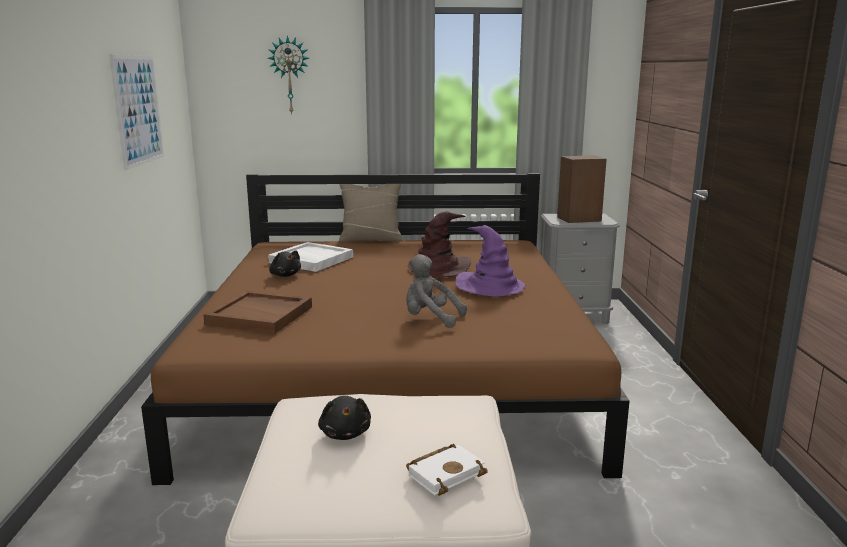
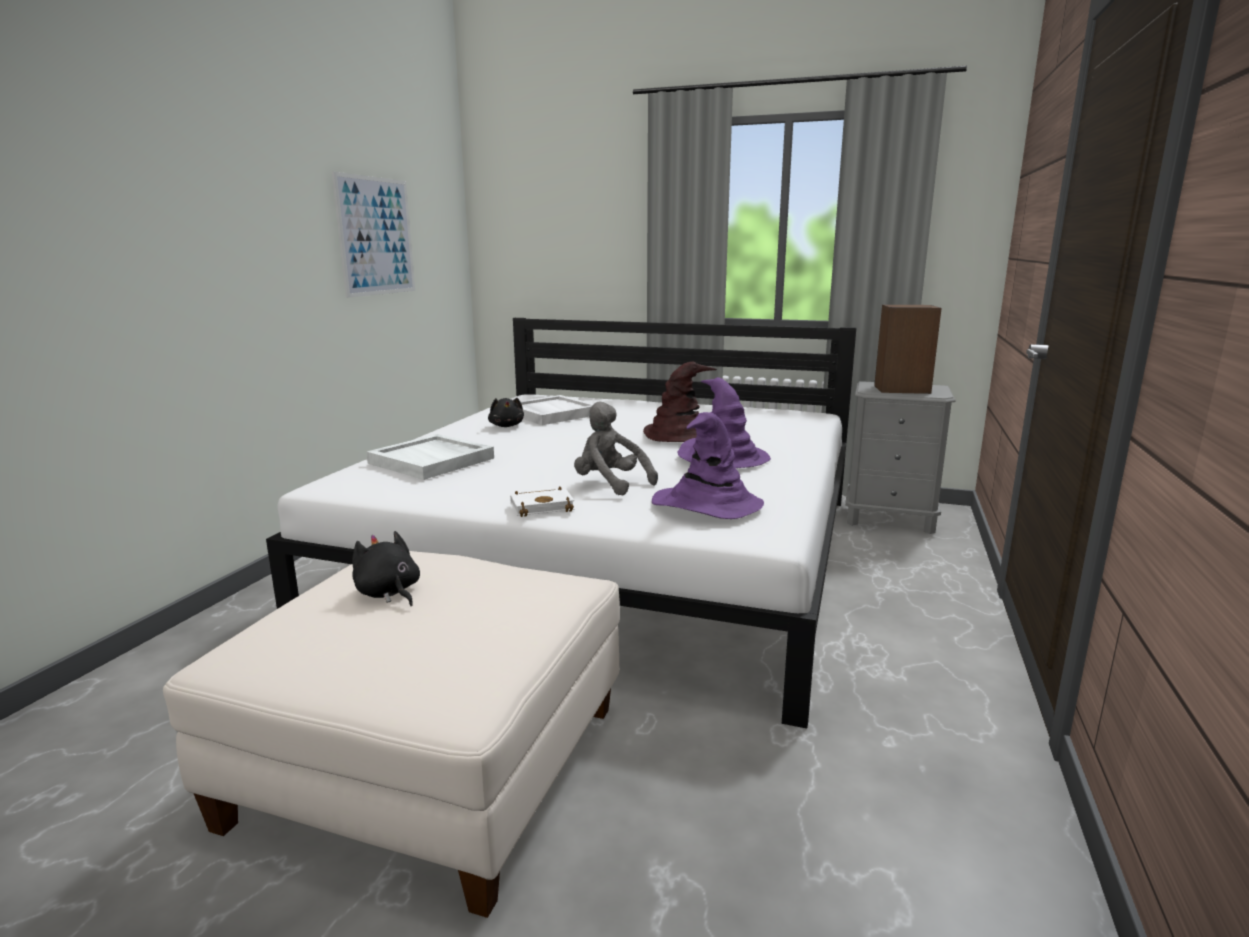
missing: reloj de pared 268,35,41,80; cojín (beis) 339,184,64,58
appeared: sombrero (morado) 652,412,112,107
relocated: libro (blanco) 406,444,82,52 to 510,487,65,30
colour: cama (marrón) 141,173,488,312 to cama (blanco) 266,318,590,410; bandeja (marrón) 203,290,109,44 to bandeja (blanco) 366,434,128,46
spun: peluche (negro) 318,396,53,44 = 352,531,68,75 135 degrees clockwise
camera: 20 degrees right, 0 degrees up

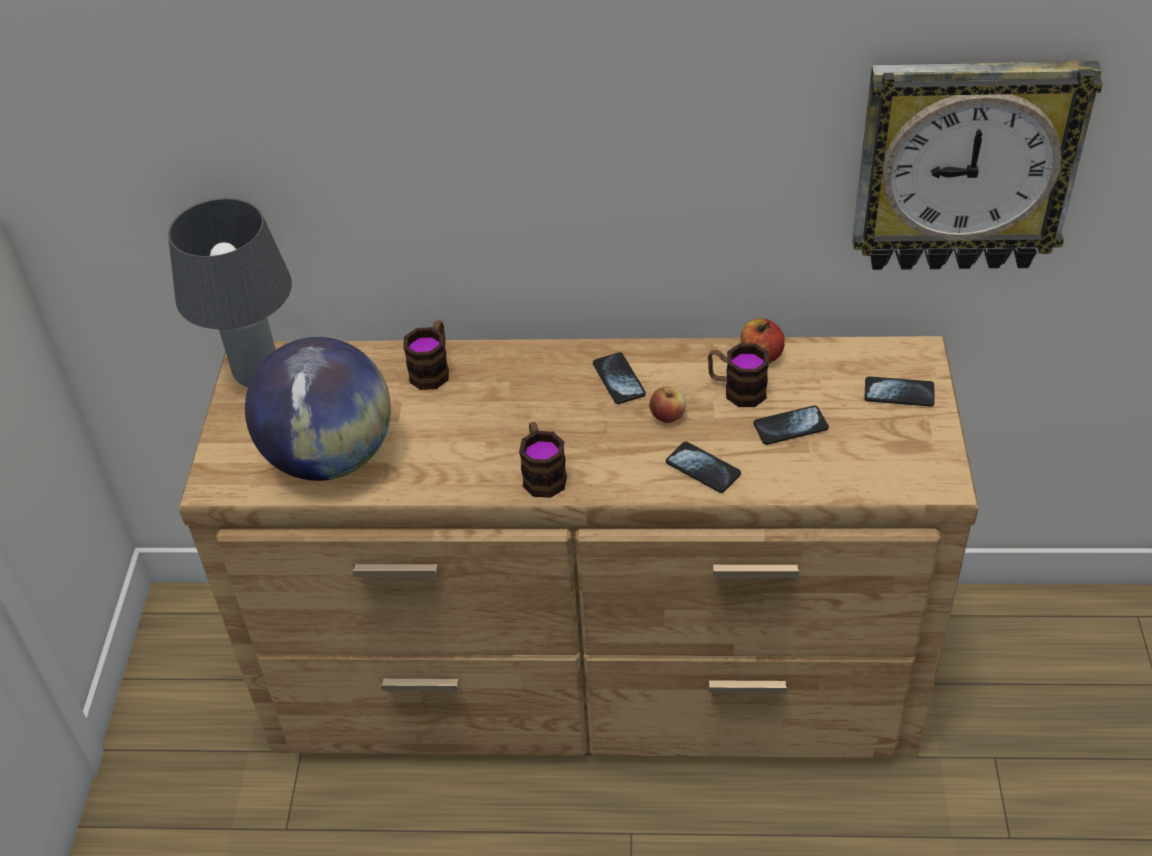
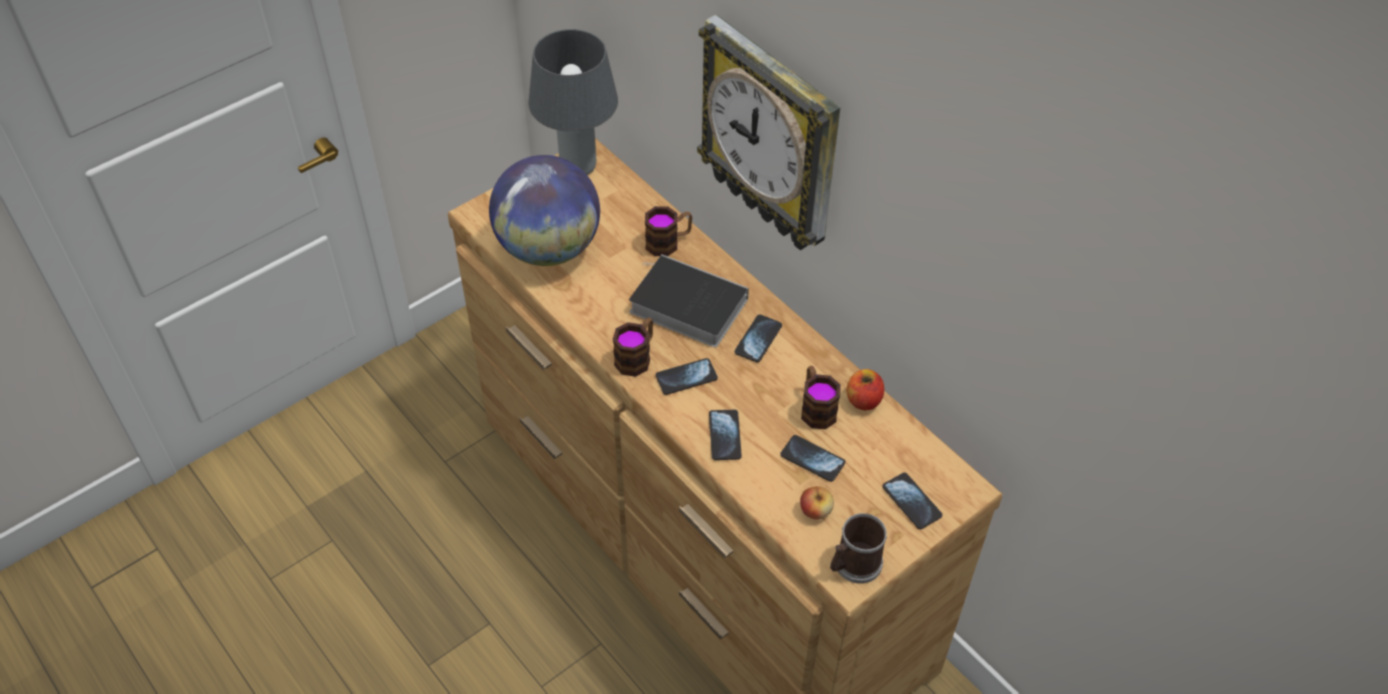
appeared: libro 629,254,120,93; móvil 656,358,62,37; taza grande 830,513,57,71
relocated: reloj de pared 852,60,251,210 to 697,15,144,235; manzana 649,387,37,36 to 800,486,34,34
camera: 45 degrees right, 5 degrees up

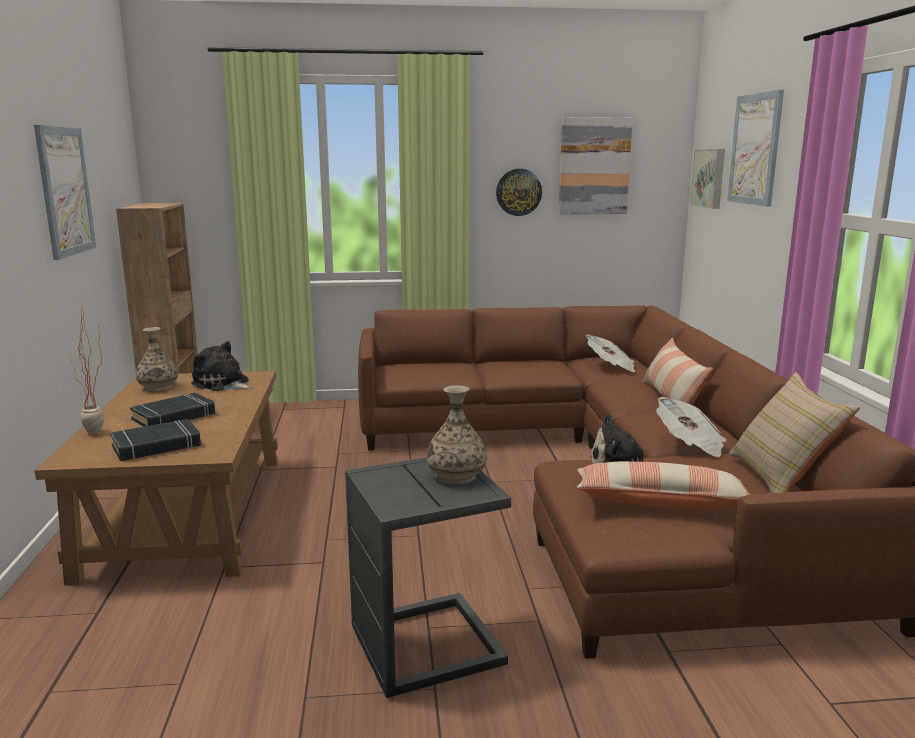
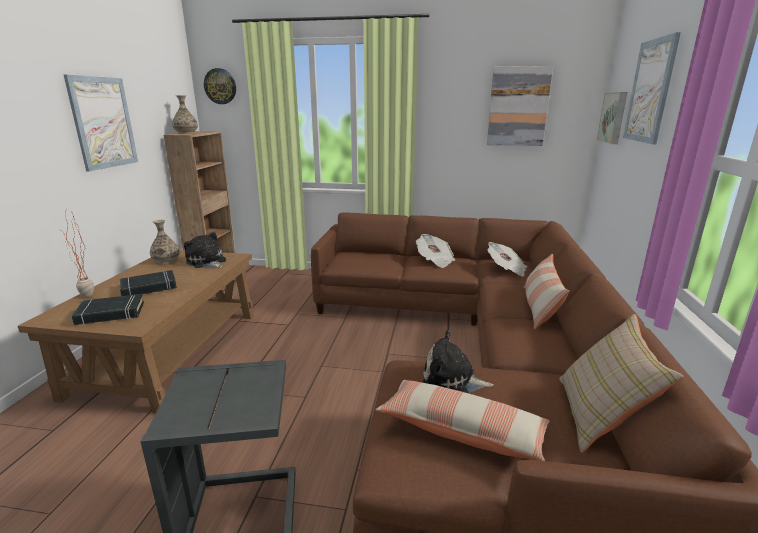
relocated: florero 426,386,61,98 to 172,95,26,39; reloj de pared 496,169,46,47 to 204,68,32,36; periódico 656,397,70,60 to 416,234,39,34
camera: 15 degrees right, 5 degrees up

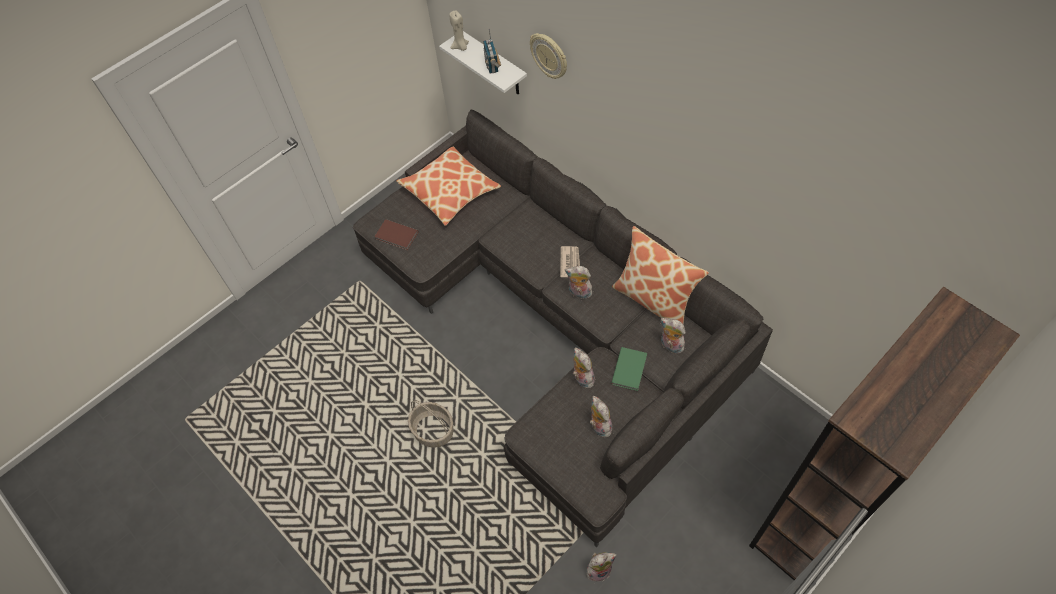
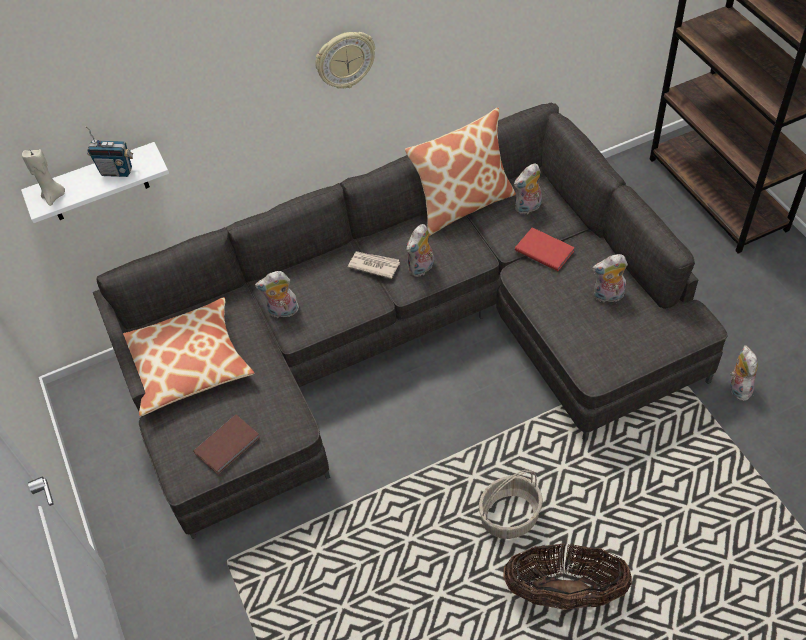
appeared: cesta 503,543,129,67
relocated: peluche 573,348,22,40 to 255,271,44,48; reloj de pared 530,33,37,46 to 316,32,59,57
colour: libro (verde) 611,347,36,44 to libro (rojo) 515,227,60,44
camera: 70 degrees left, 5 degrees down

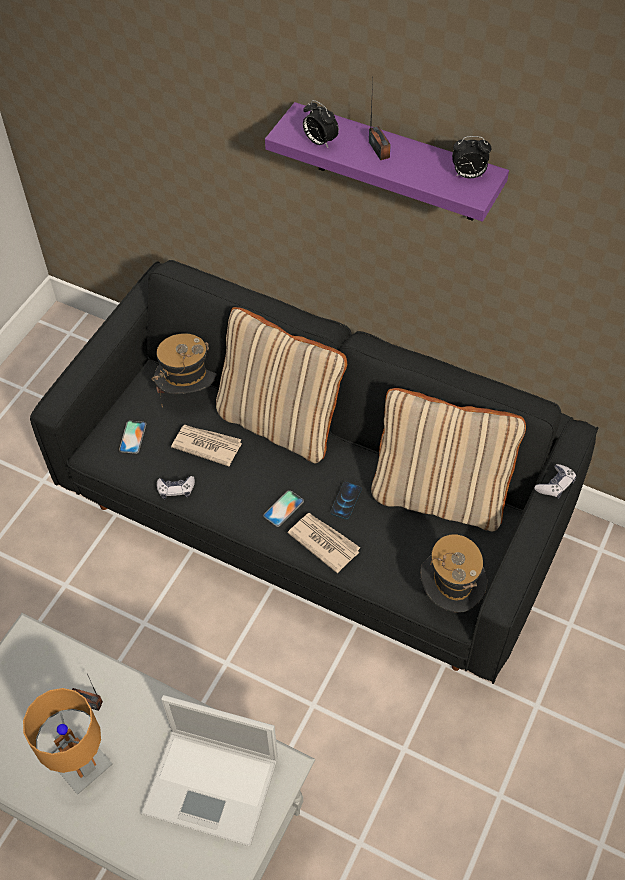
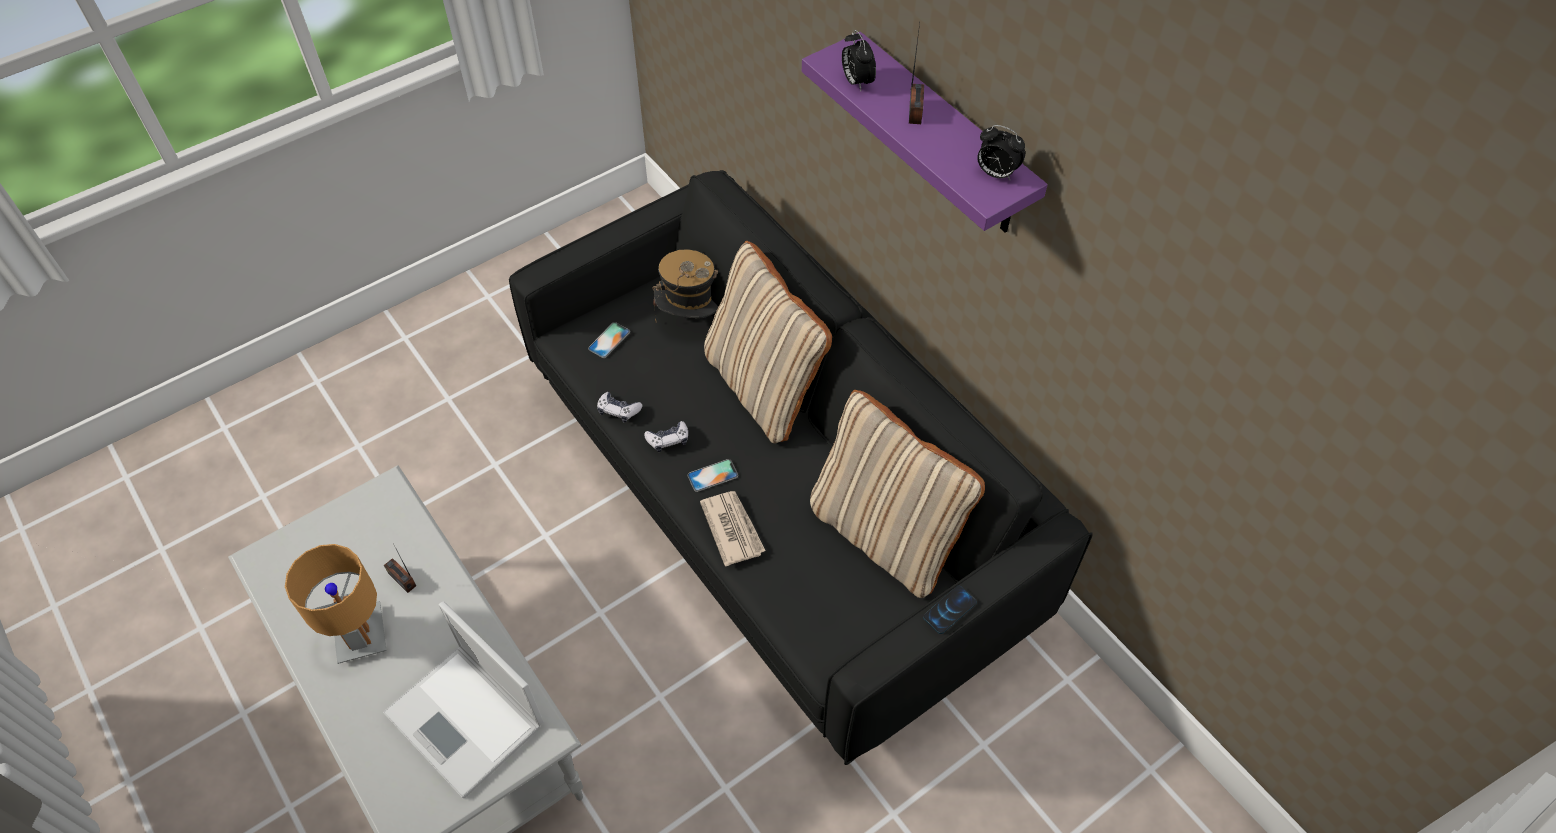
missing: periódico 171,425,71,41; sombrero 420,535,68,78
relocated: mando de consola 534,464,42,34 to 644,421,44,31; móvil 331,482,31,37 to 923,586,54,48
camera: 25 degrees right, 0 degrees up

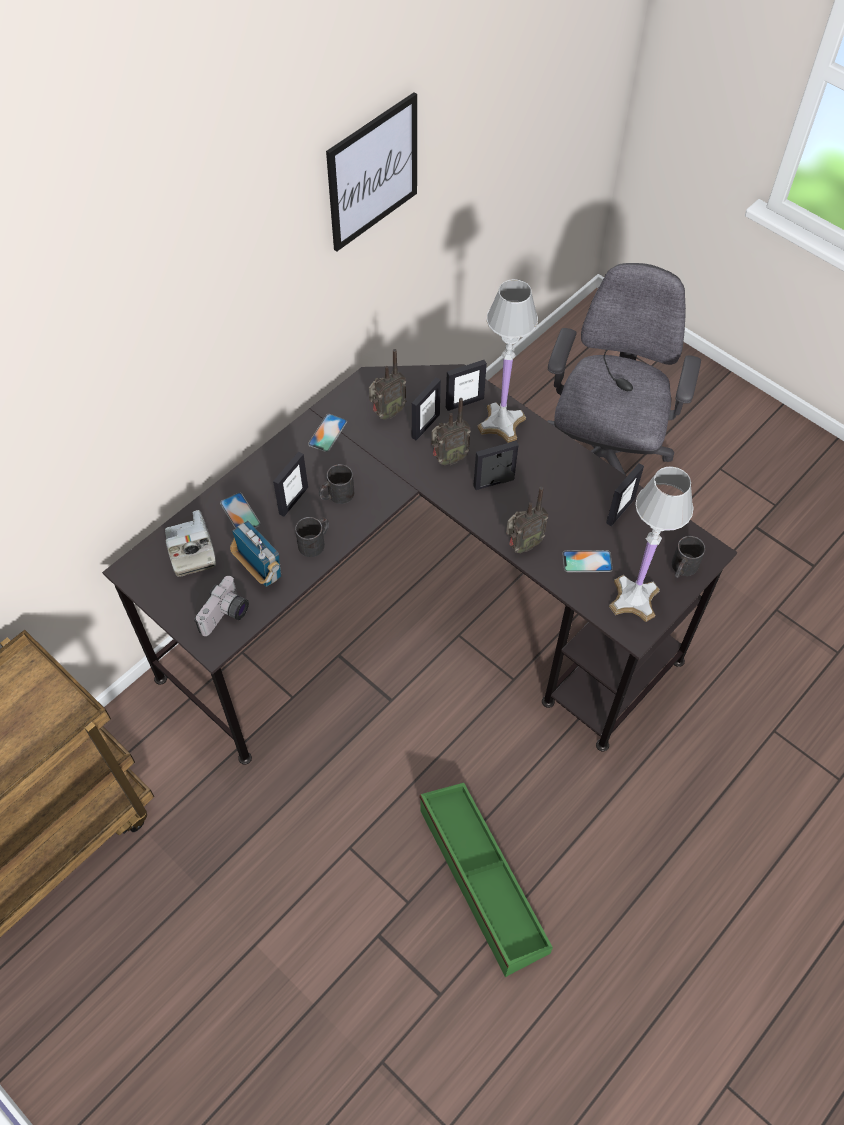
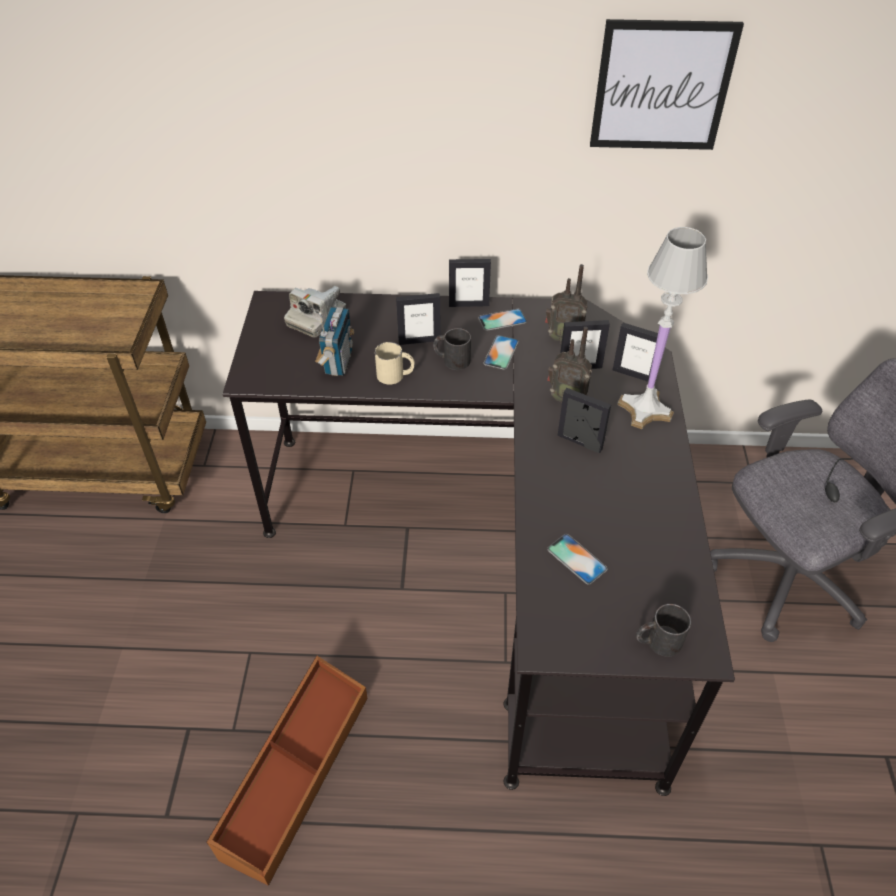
missing: cámara 194,576,55,60; radio 506,487,42,66; lámpara de mesa (blanco) 609,466,85,156
relocated: portarretratos 606,463,38,63 to 449,259,42,48; móvil 220,493,41,36 to 483,335,36,35
colour: caja de almacenaje (verde) 420,783,133,194 to caja de almacenaje (marrón) 207,656,160,230; taza grande (negro) 295,517,34,40 to taza grande (beis) 375,342,40,42
camera: 50 degrees right, 10 degrees down

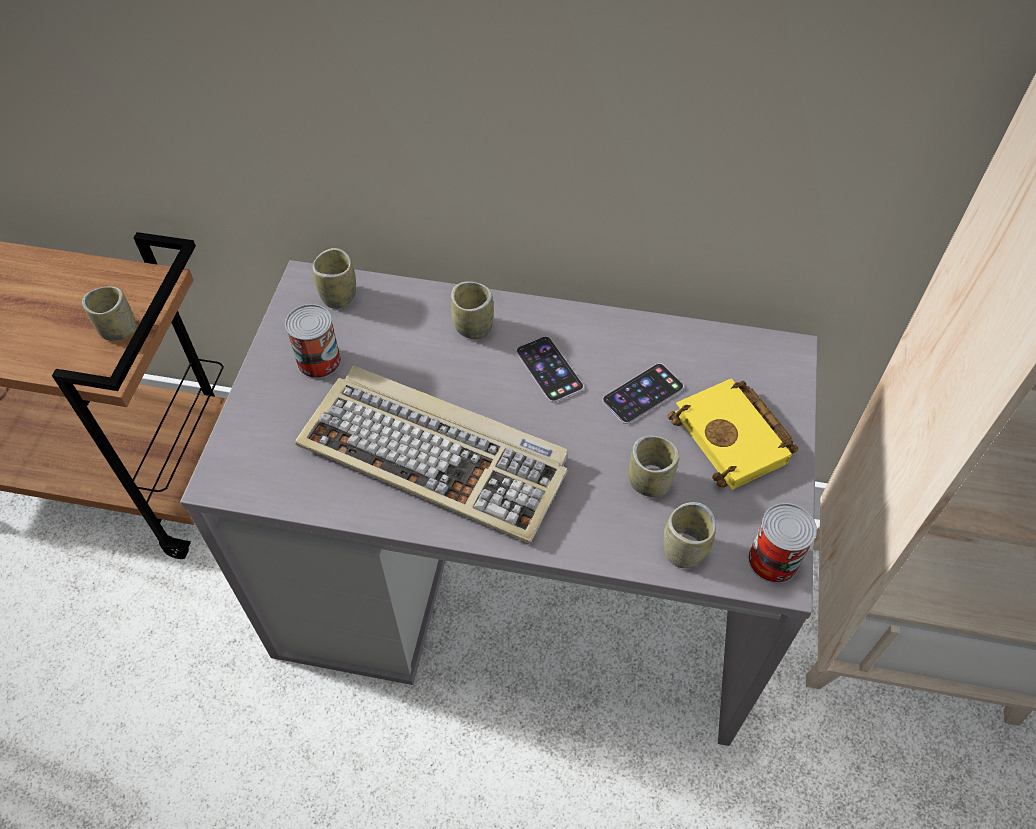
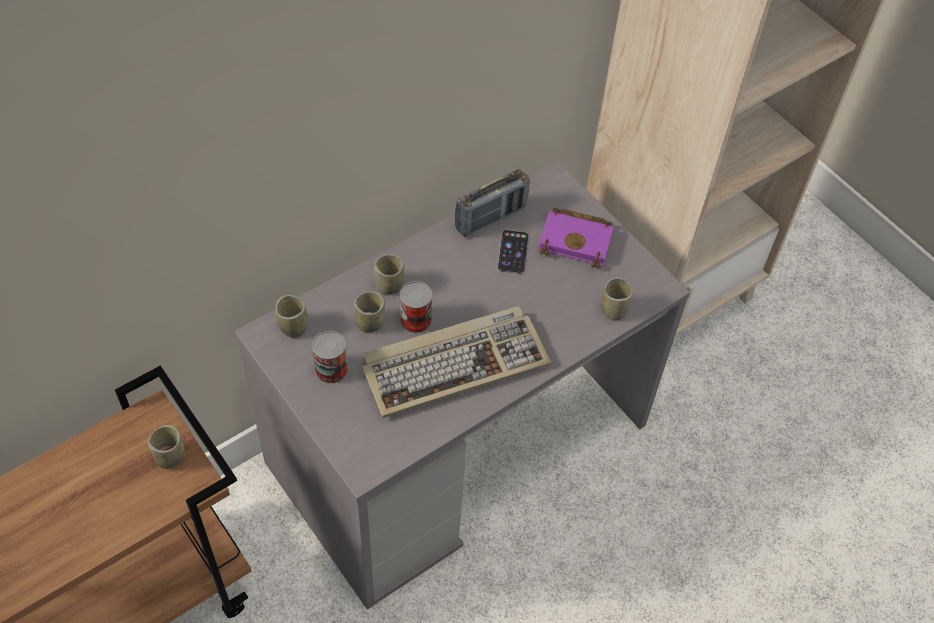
missing: móvil 516,336,68,67
appeared: radio 455,169,75,68
relocated: taza 629,436,50,61 to 354,292,31,40; lata 748,503,69,81 to 400,281,33,52
colour: libro (amarillo) 668,379,130,111 to libro (morado) 538,208,76,60
camera: 50 degrees left, 0 degrees up

